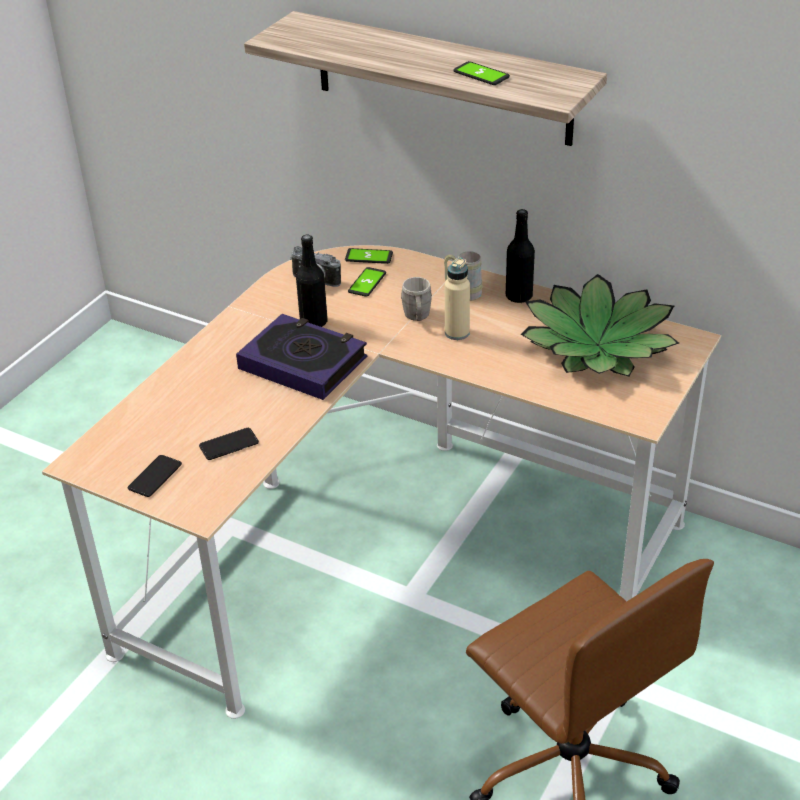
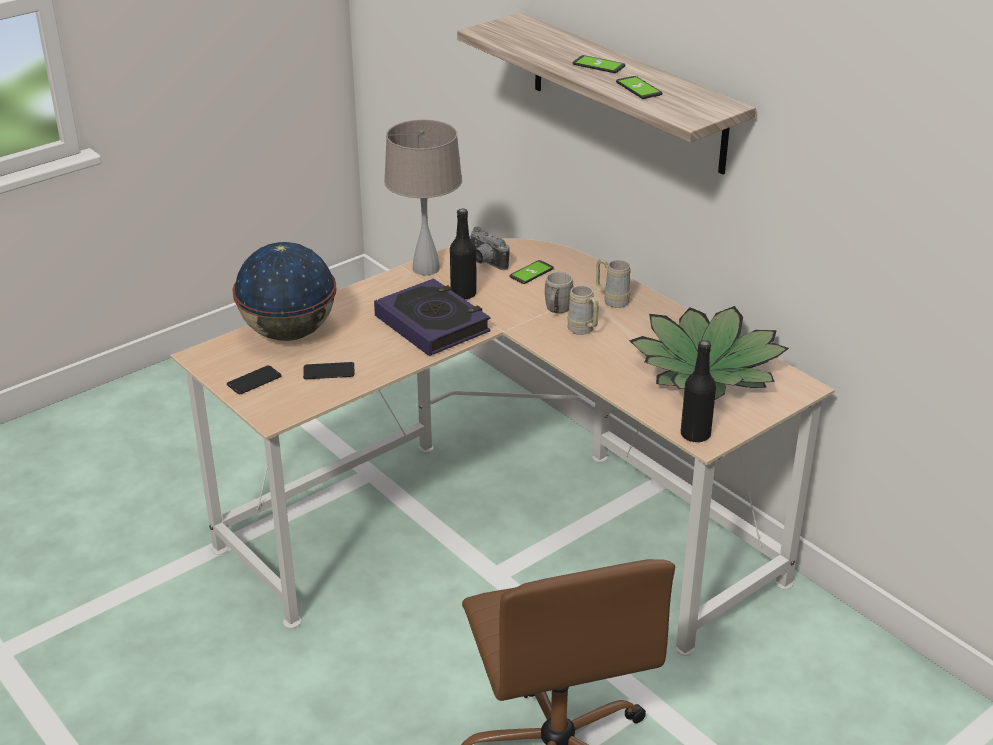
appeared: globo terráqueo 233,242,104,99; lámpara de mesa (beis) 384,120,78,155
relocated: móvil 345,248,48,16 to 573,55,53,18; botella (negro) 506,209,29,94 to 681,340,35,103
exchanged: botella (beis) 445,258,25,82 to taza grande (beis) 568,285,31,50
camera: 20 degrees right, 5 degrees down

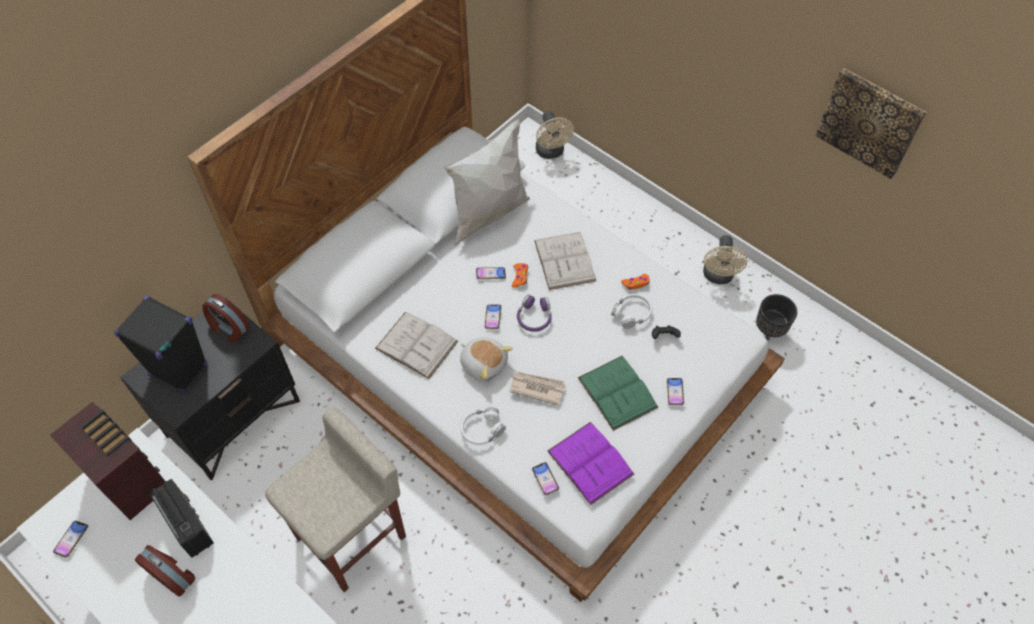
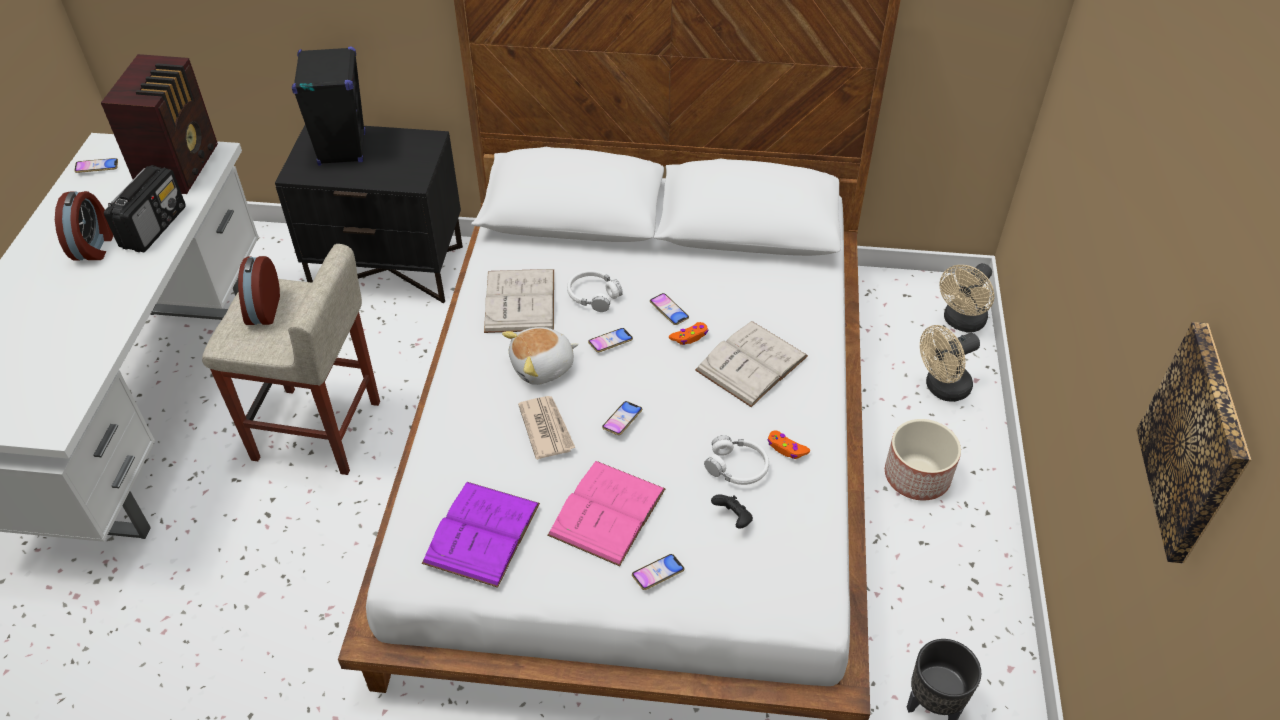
missing: cojín (blanco) 443,118,87,128; auriculares (morado) 517,294,35,38
appeared: maceta 885,419,76,82
relocated: despertador 202,294,47,49 to 238,256,42,69; auriculares (blanco) 460,408,46,37 to 567,270,56,42; móvil 532,462,27,33 to 602,401,40,34; ventilador (beis) 703,235,44,49 to 920,325,60,77
colour: libro (verde) 578,356,81,75 to libro (rosa) 547,461,118,105
spun: peluche 460,337,53,45 = 502,327,77,58 60 degrees clockwise
camera: 55 degrees right, 10 degrees down

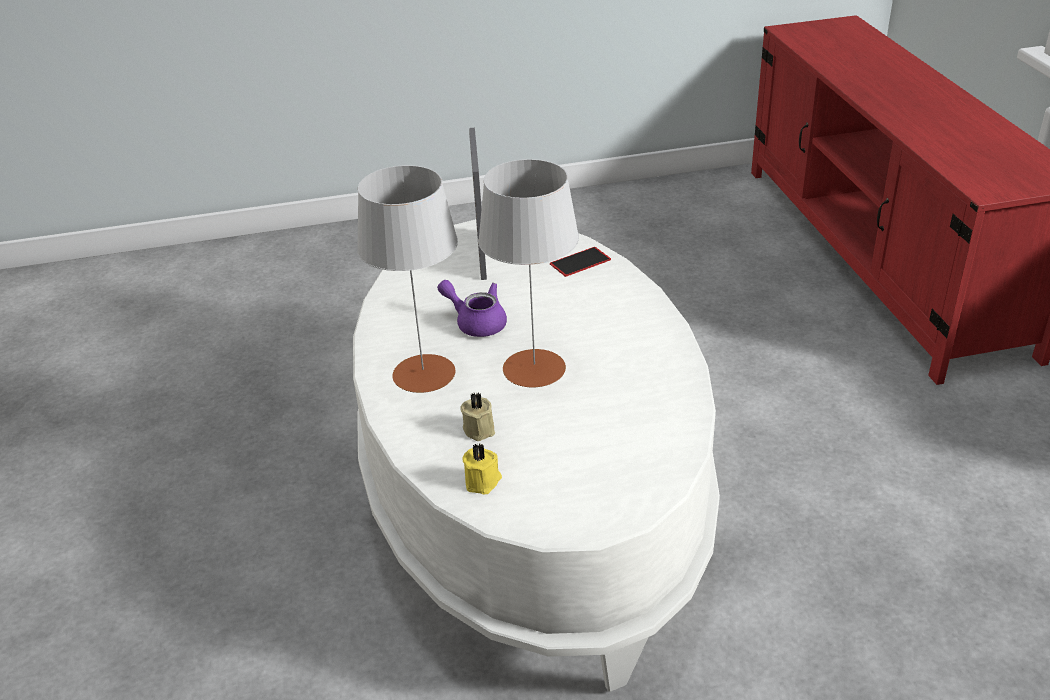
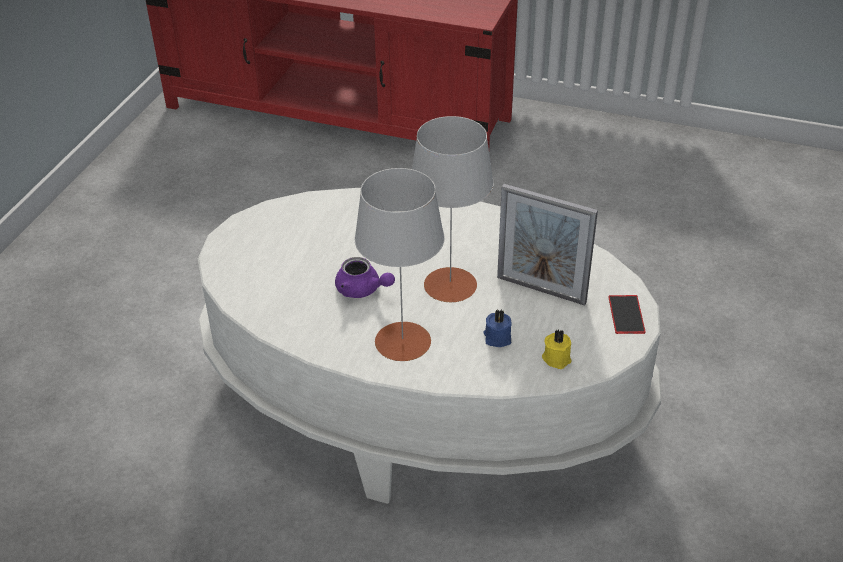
relocated: portarretratos 469,128,18,152 to 497,184,101,122; móvil 550,247,61,30 to 608,295,38,39
colour: vela (beis) 460,393,35,48 to vela (azul) 483,310,29,37
spun: tetera (morado) 437,280,70,57 = 335,257,60,41 120 degrees counterclockwise
camera: 60 degrees left, 5 degrees up

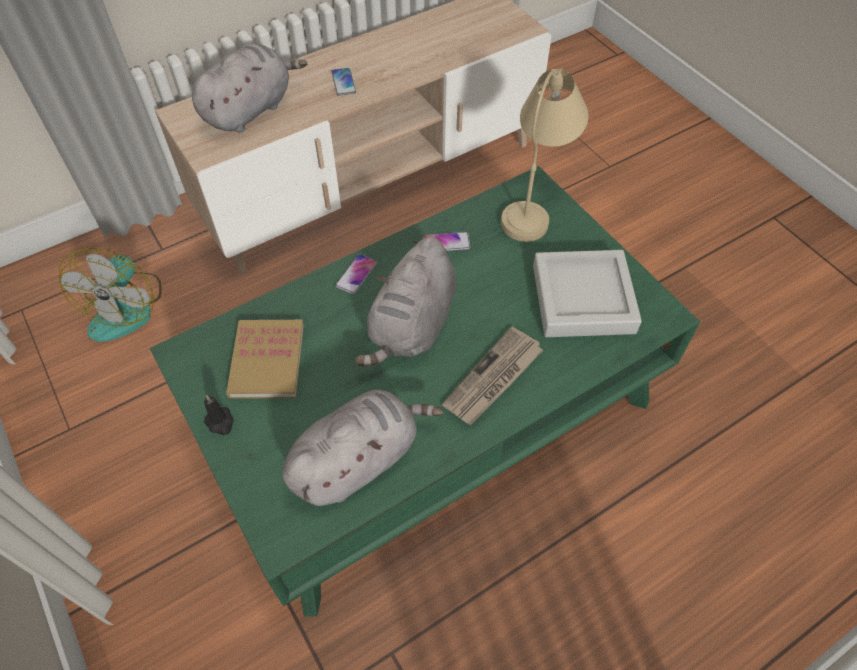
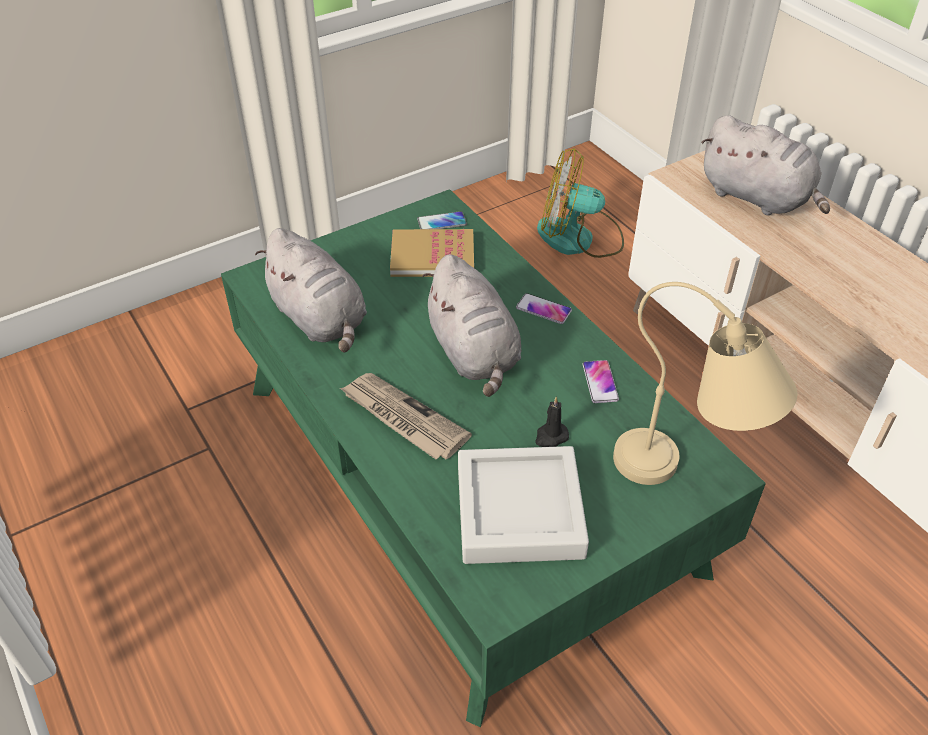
relocated: móvil 331,68,25,28 to 417,211,50,18; vela (negro) 204,395,30,40 to 535,396,34,51
spun: peluche (gris) 355,237,101,130 = 422,254,99,143 135 degrees counterclockwise
camera: 90 degrees right, 10 degrees down

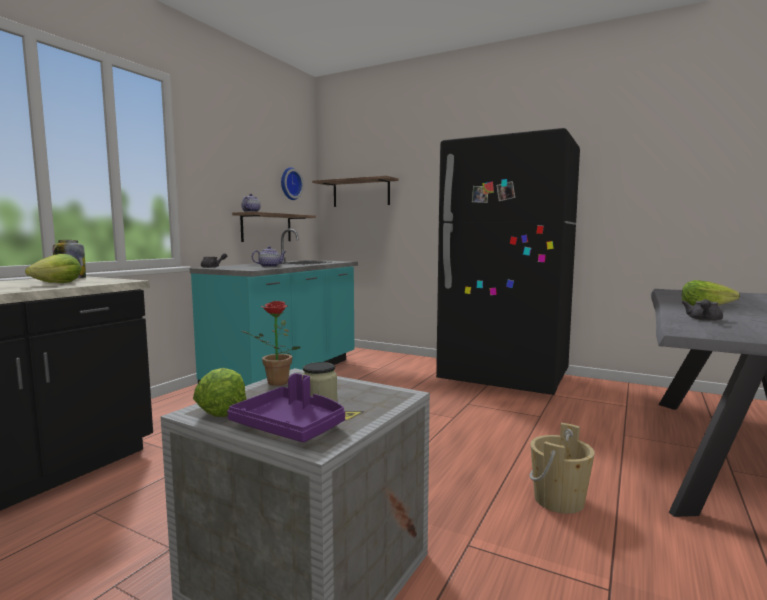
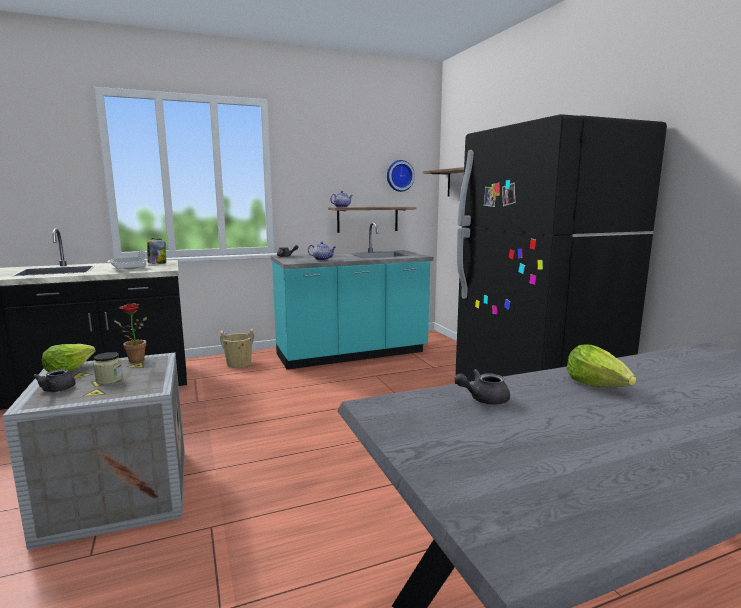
relocated: cubo (beis) 530,423,65,91 to 220,328,34,40
exchanged: bandeja (morado) 227,373,118,69 to tetera (gris) 33,369,43,23; lechuga 25,254,56,29 to bandeja (gris) 110,251,36,18
camera: 40 degrees right, 5 degrees up

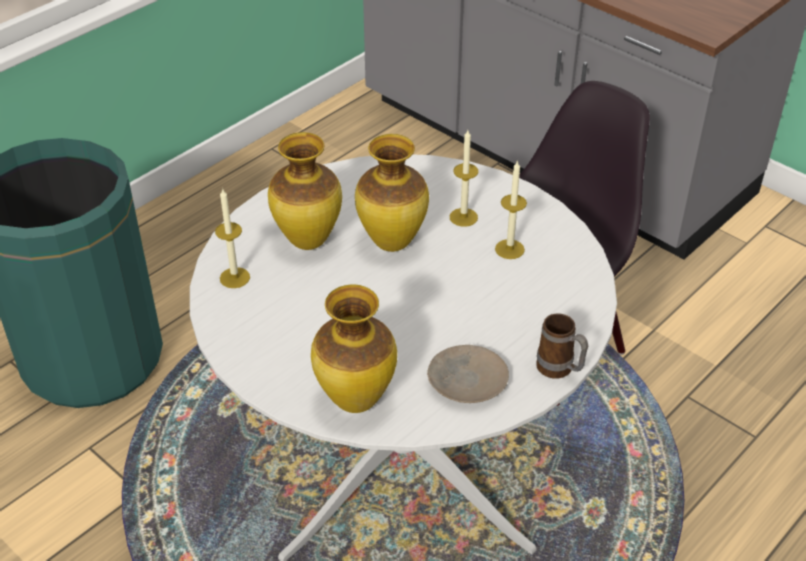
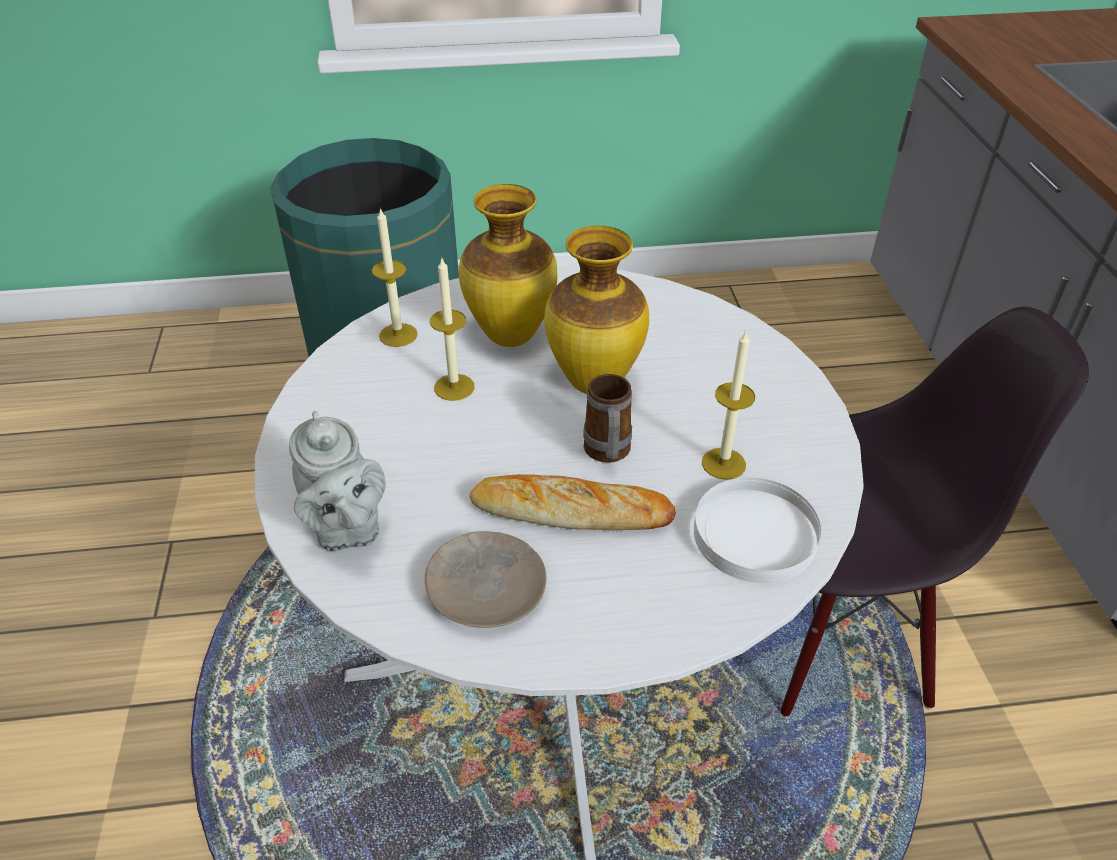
appeared: pan 470,474,206,56; plato (blanco) 694,477,127,106
relocated: vela 450,130,28,97 to 430,258,45,143; taza grande 536,314,52,65 to 583,374,49,89
exchanged: florero 311,285,86,128 to tetera (gris) 289,411,97,140
camera: 40 degrees right, 0 degrees up

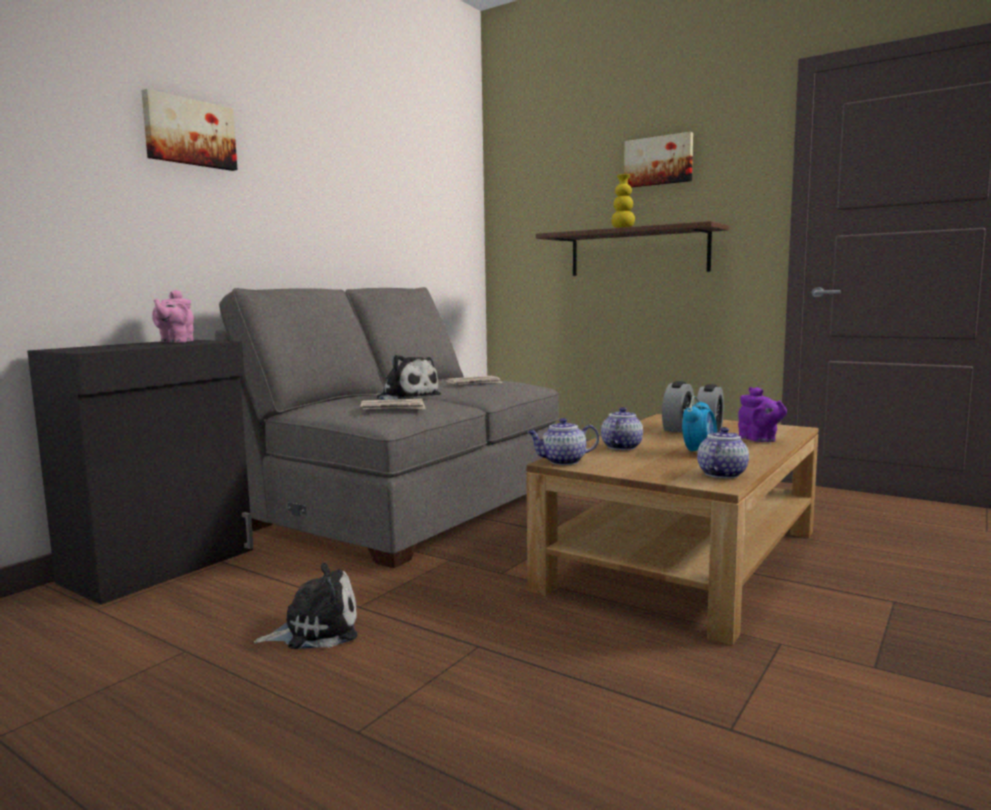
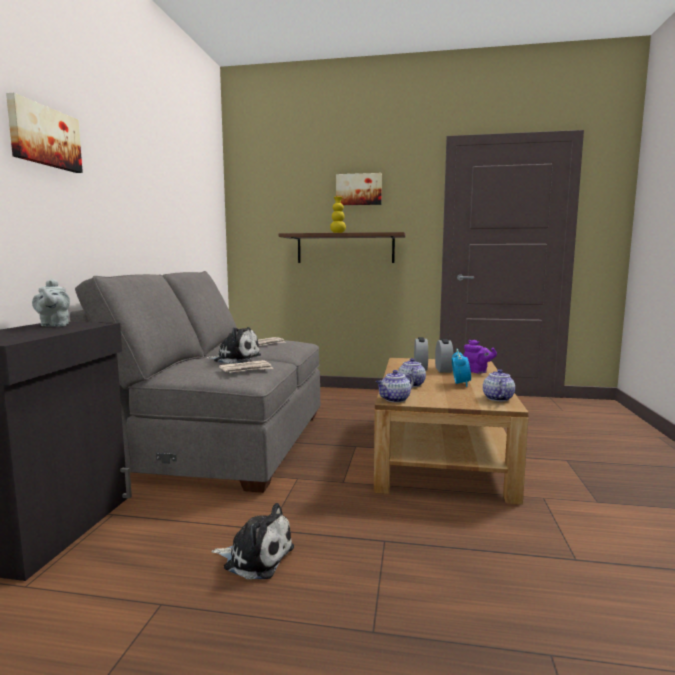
colour: tetera (rosa) 152,290,42,53 to tetera (gris) 32,279,38,48
spun: peluche 254,563,104,86 = 211,503,83,76 60 degrees clockwise
camera: 25 degrees left, 0 degrees up

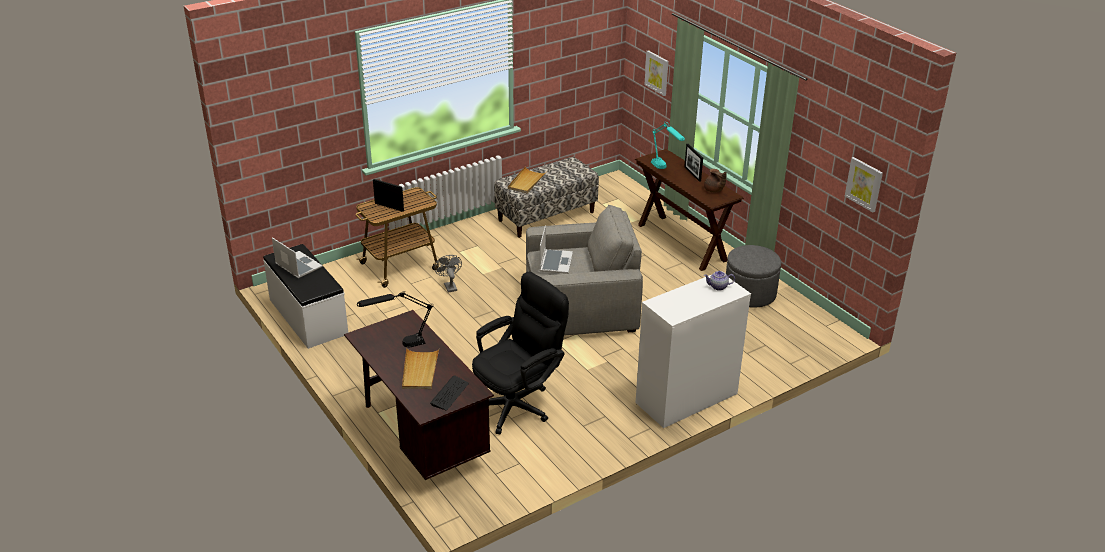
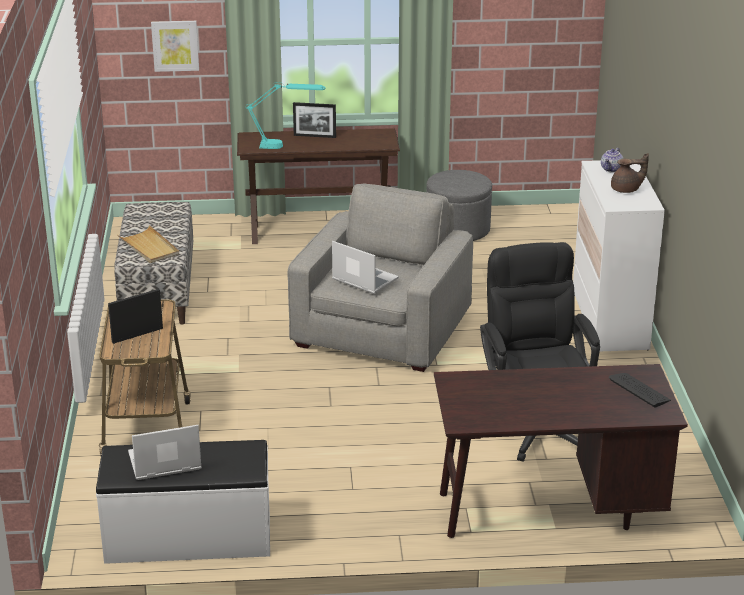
missing: lámpara de mesa (negro) 357,291,76,56; bandeja (beis) 402,348,37,41; ventilador (gris) 434,255,28,37; cuadro 845,157,38,55
relocated: tetera (marrón) 704,169,23,23 to 611,153,38,40
camera: 60 degrees left, 5 degrees down

